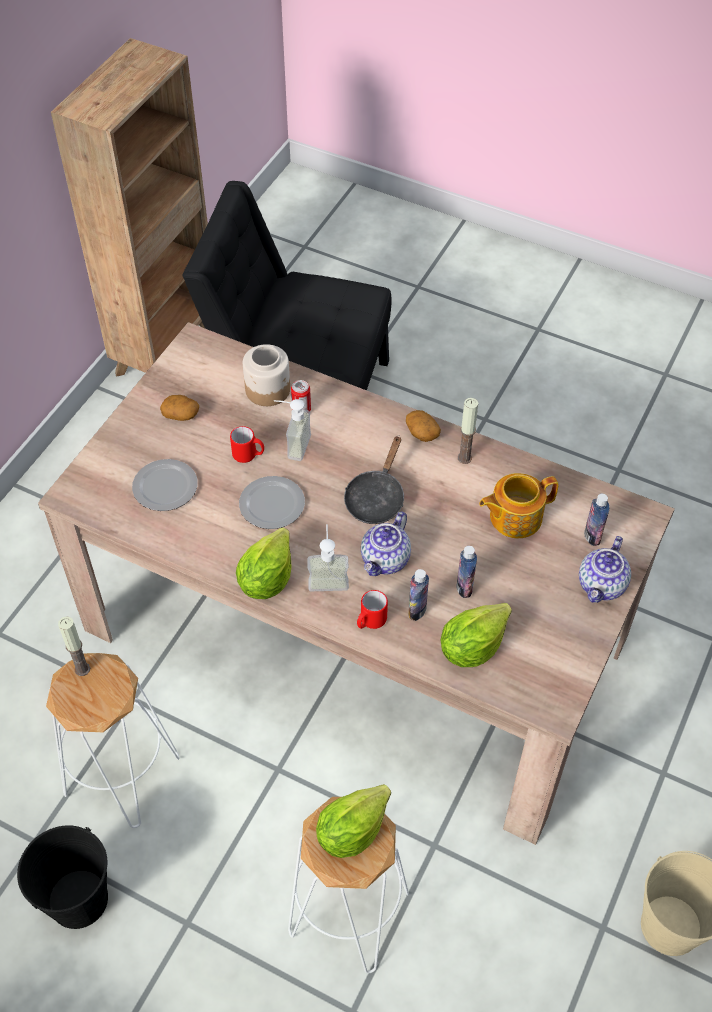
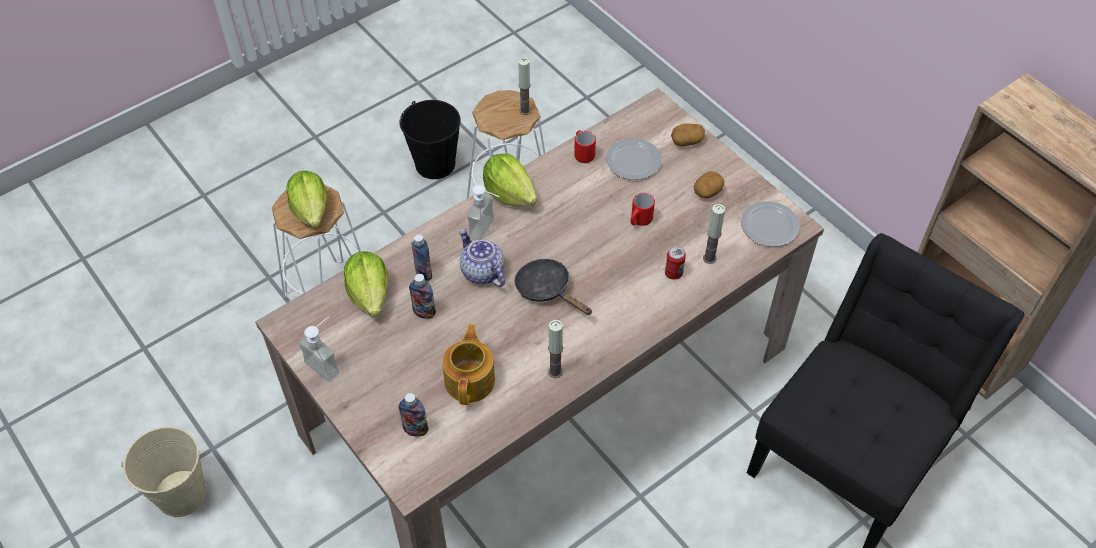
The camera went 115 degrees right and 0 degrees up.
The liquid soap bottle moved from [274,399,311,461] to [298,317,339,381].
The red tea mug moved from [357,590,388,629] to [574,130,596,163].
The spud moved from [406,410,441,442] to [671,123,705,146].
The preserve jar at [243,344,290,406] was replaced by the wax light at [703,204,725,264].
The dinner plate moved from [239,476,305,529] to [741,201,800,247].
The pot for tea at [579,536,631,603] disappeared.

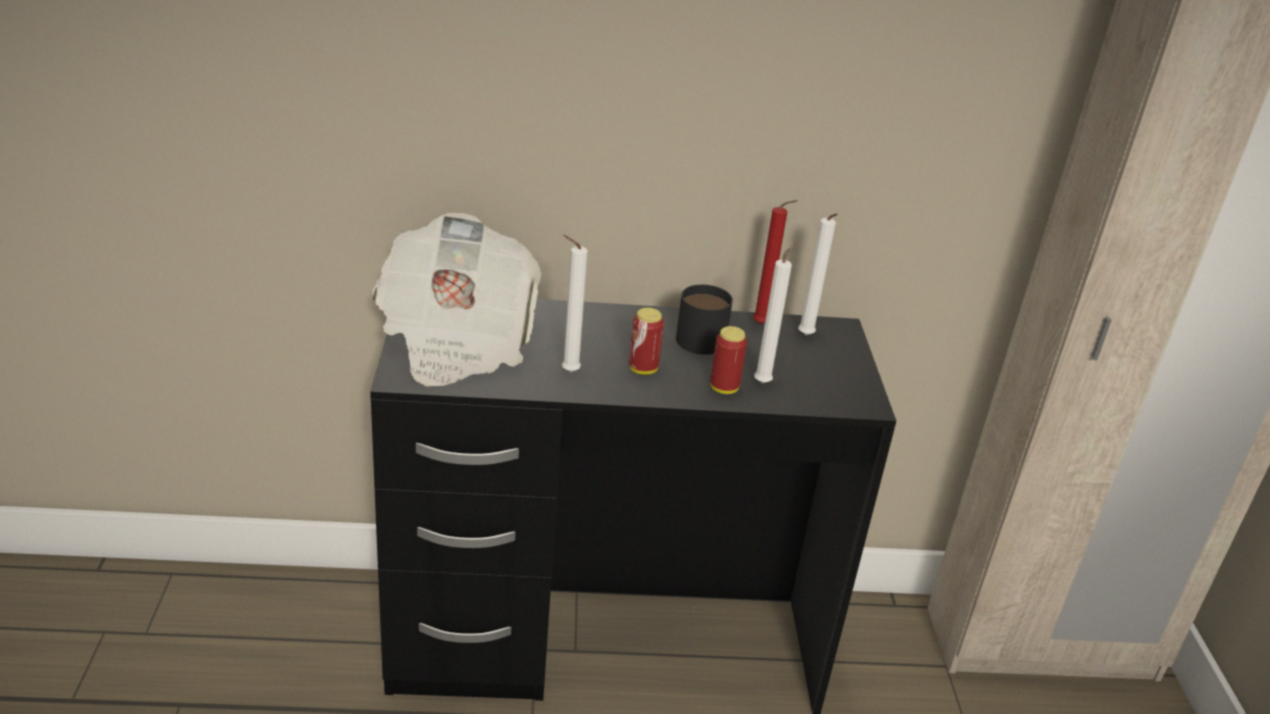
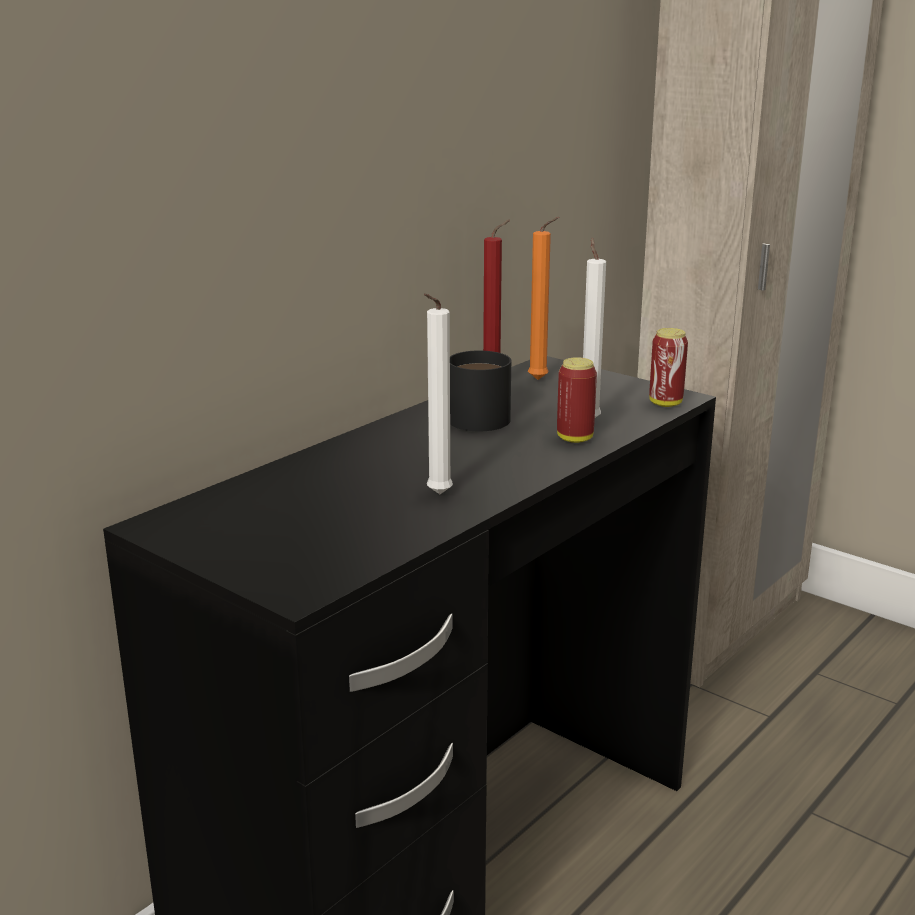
The camera went 45 degrees left and 10 degrees down.
The white wax light at [798,213,838,336] became the orangey wax light at [528,217,559,380].
The metal can moved from [629,308,664,375] to [649,328,688,407].
The printed paper at [373,213,542,387] disappeared.

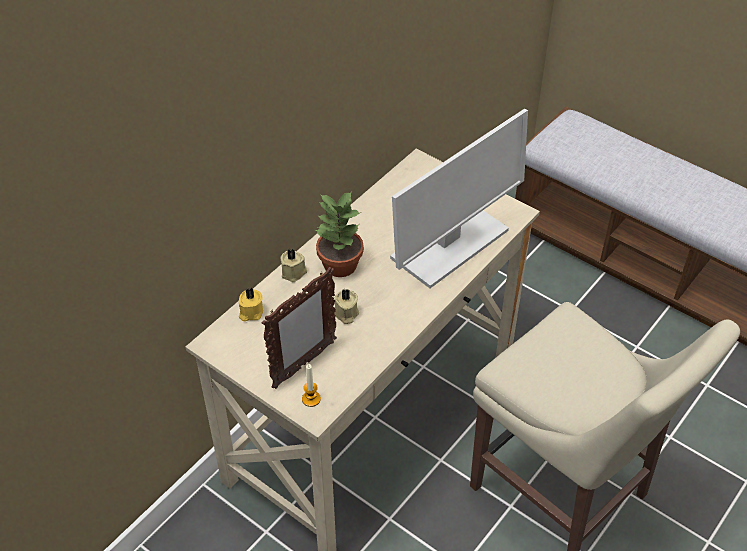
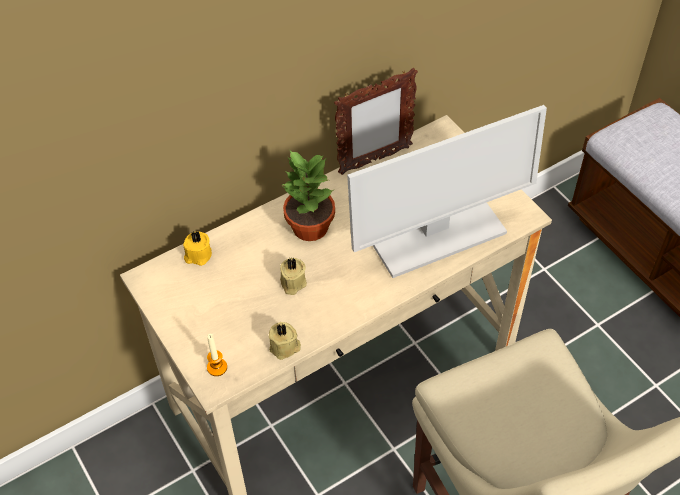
The camera went 20 degrees right and 5 degrees up.
The sand-coloured wax light moved from [281,248,307,282] to [269,322,301,360].
The photo frame moved from [262,267,337,389] to [334,68,418,175].

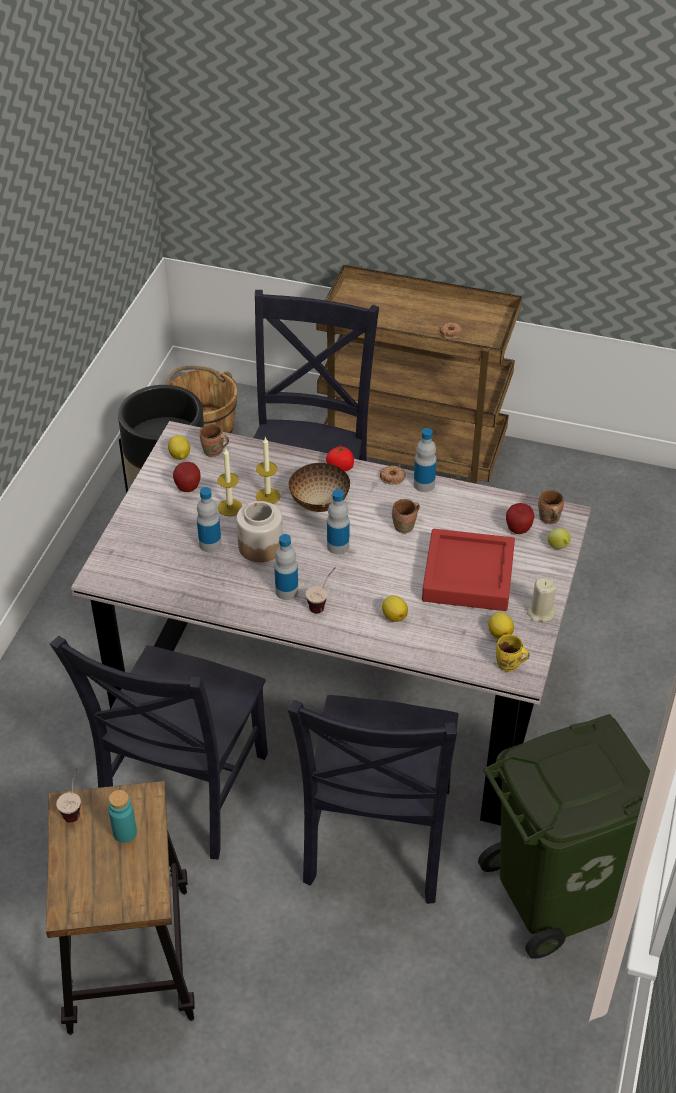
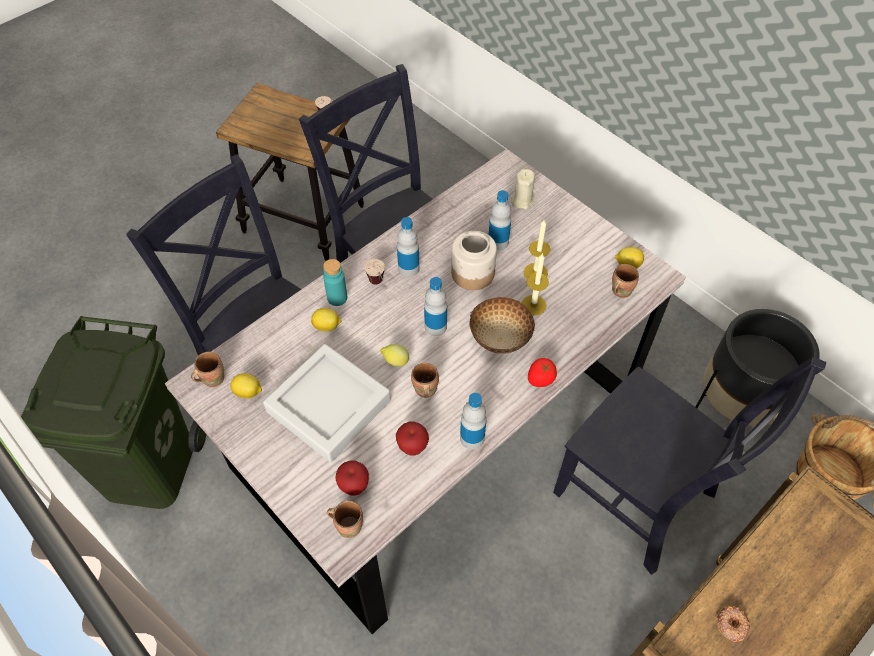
The camera went 120 degrees right and 10 degrees up.
The yellowish tea mug at [496,634,530,672] became the brown-coloured tea mug at [191,352,224,387].
The red tray at [422,529,515,611] became the grey tray at [263,344,391,462].
The blue-green beverage bottle moved from [109,790,137,843] to [323,259,347,306].
The lemon moved from [548,528,571,549] to [380,344,409,367].
The apple fruit moved from [173,462,201,492] to [396,422,429,456].
The sand-coloured wax light moved from [527,578,557,622] to [511,169,535,209].
The doughnut at [380,465,406,485] disappeared.

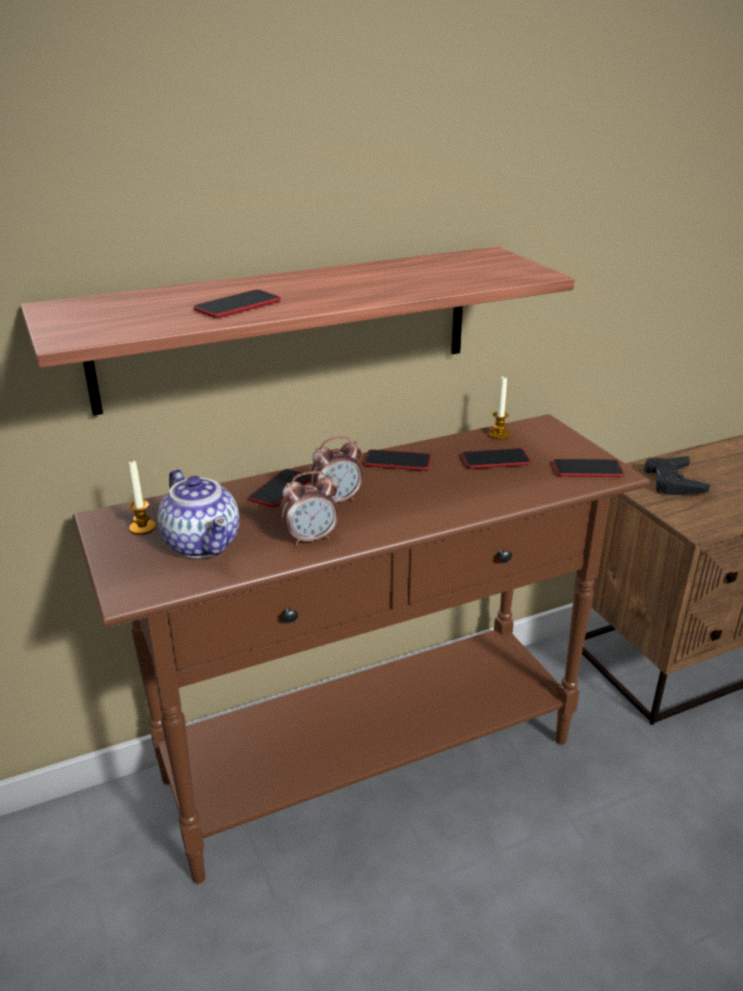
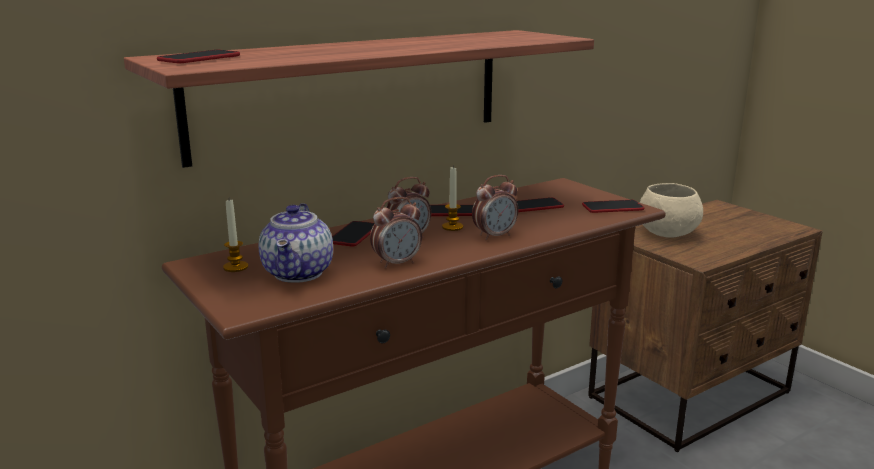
The camera went 10 degrees left and 10 degrees down.
The phone moved from [193,290,280,318] to [157,50,240,63].
The pot for tea at [158,469,239,558] turned 45 degrees clockwise.
The wax light moved from [488,377,510,440] to [442,167,463,231].
The bedside clock at [472,175,518,240] appeared.
The blackish joypad at [645,456,710,495] was replaced by the sand-coloured serving bowl at [640,183,703,237].

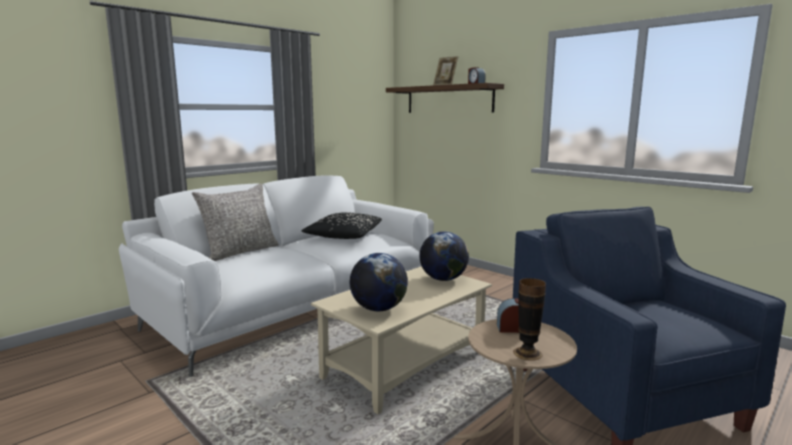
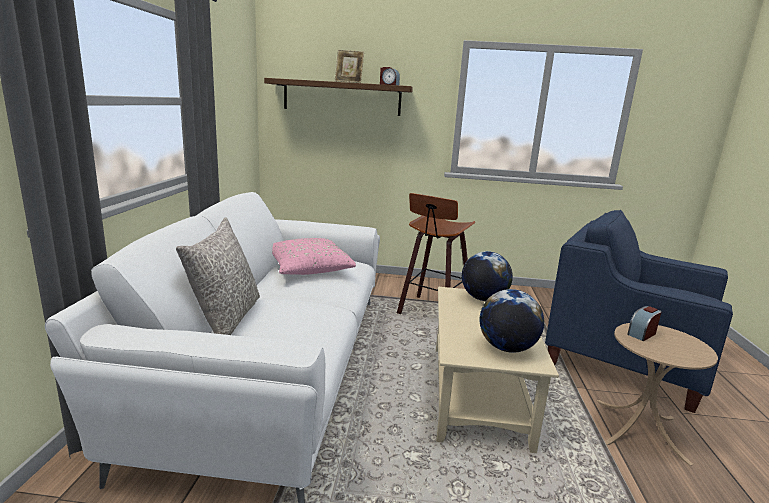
The camera went 40 degrees left and 5 degrees up.
The blackish throw pillow at [302,212,382,239] became the pink throw pillow at [272,238,356,275].
The sitting stool at [397,193,475,314] appeared.
The vase at [513,278,546,361] disappeared.

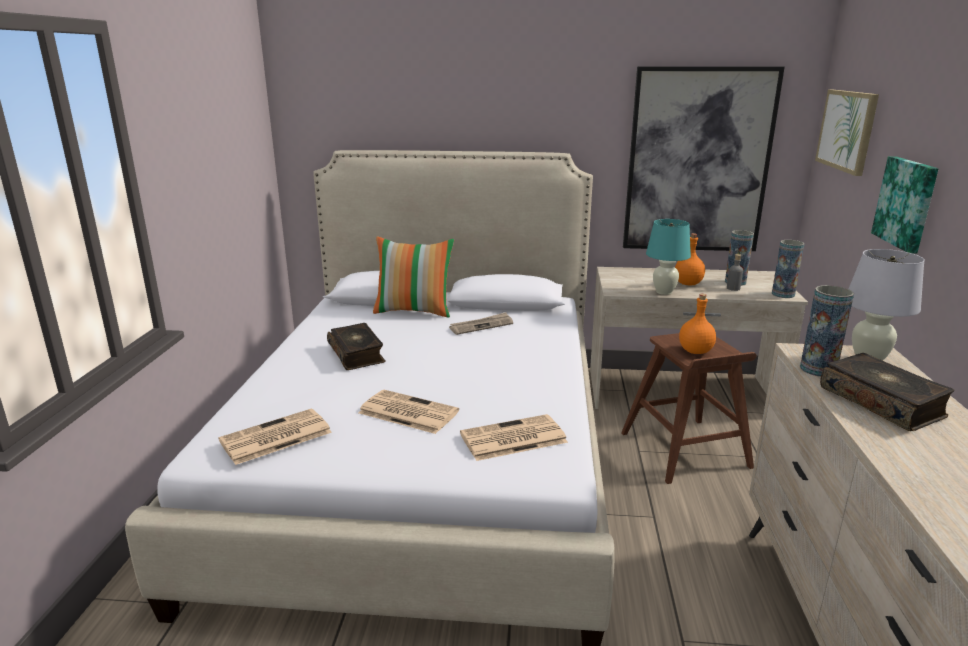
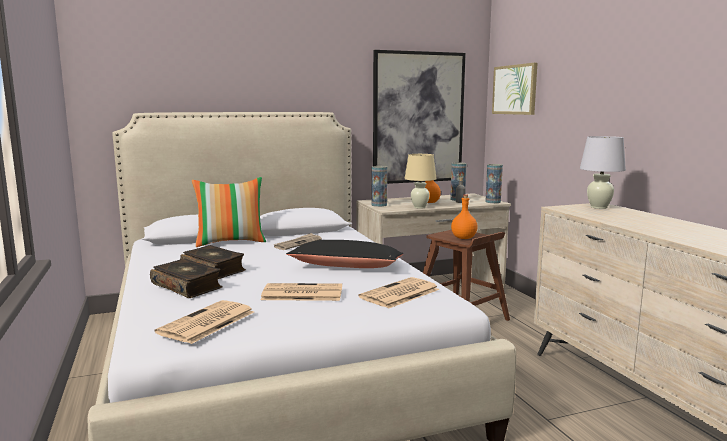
The camera went 25 degrees left and 10 degrees down.
The book moved from [820,353,954,431] to [150,258,222,298].
The blackish throw pillow at [286,240,403,268] appeared.
The vase moved from [800,285,854,377] to [372,166,387,207].
The blue-green tabletop lamp at [646,219,691,295] became the sand-coloured tabletop lamp at [405,154,437,209].
The wall picture at [871,156,938,254] disappeared.

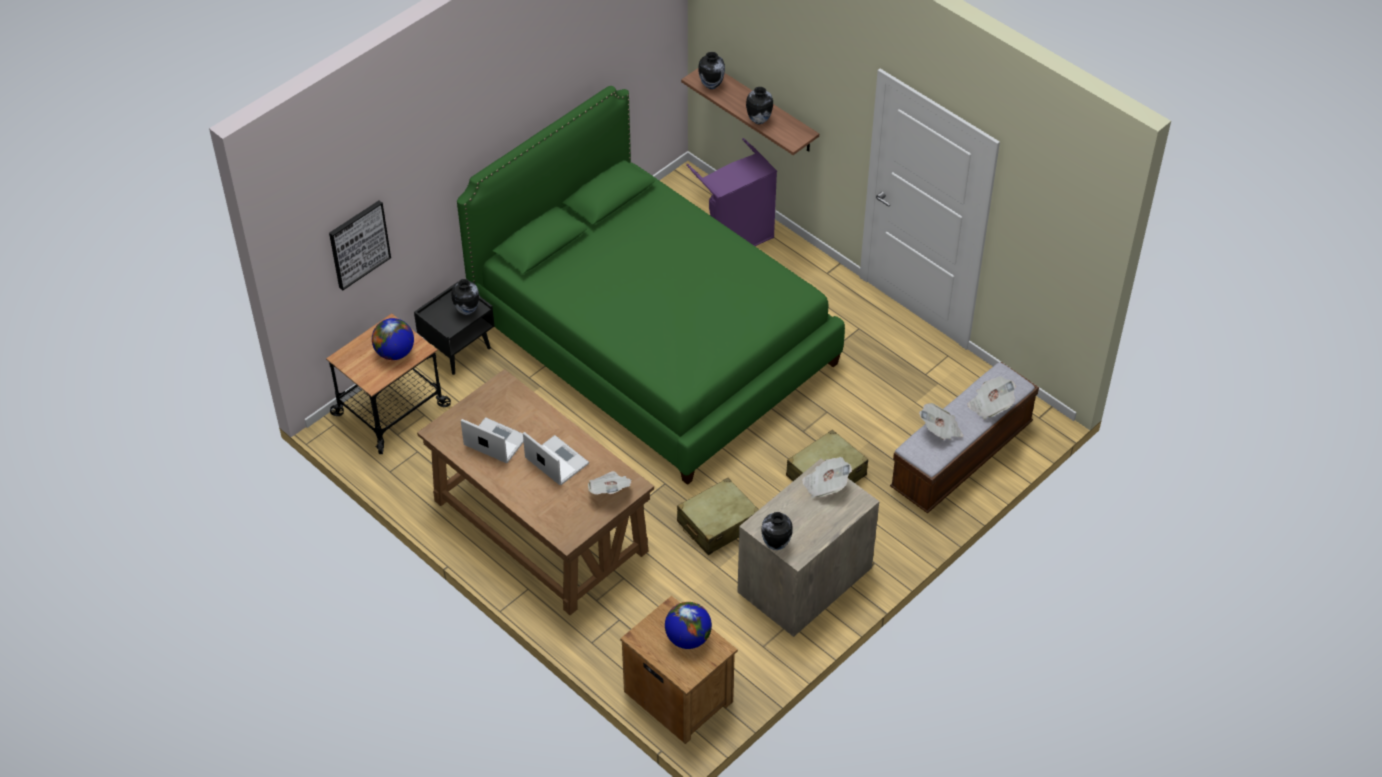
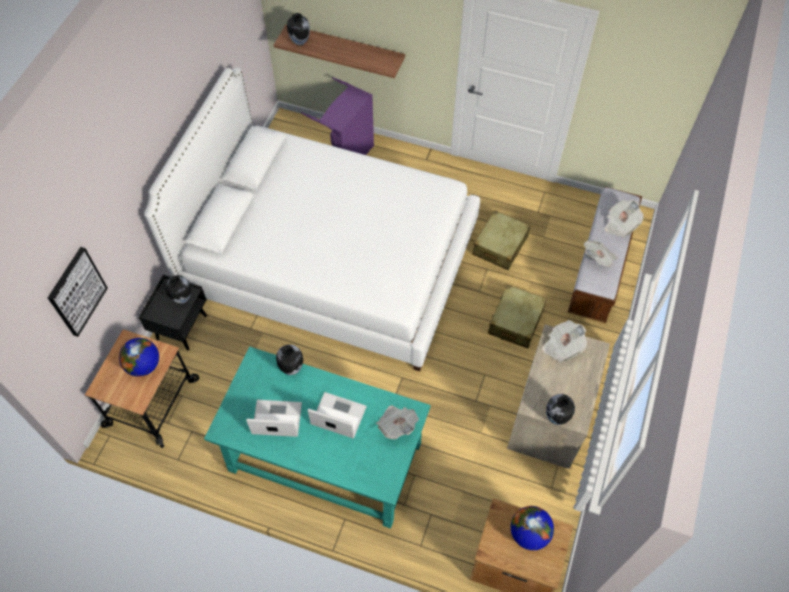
The camera went 25 degrees left and 10 degrees up.
The green-coloured bed at [457,86,845,485] became the white bed at [144,67,480,371].
The brown-coloured desk at [417,369,654,615] became the blue-green desk at [204,346,431,529].
The vase moved from [746,87,773,124] to [276,345,303,375].
The sand-coloured suitcase moved from [677,478,759,555] to [472,210,530,270].

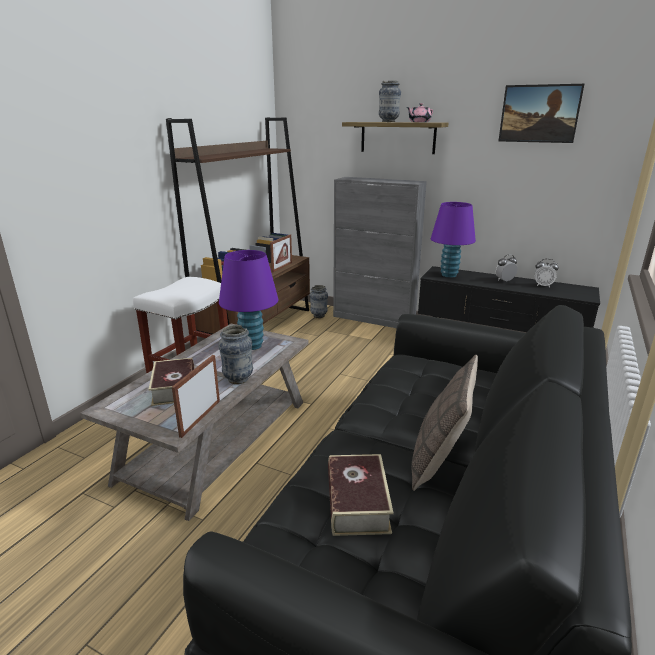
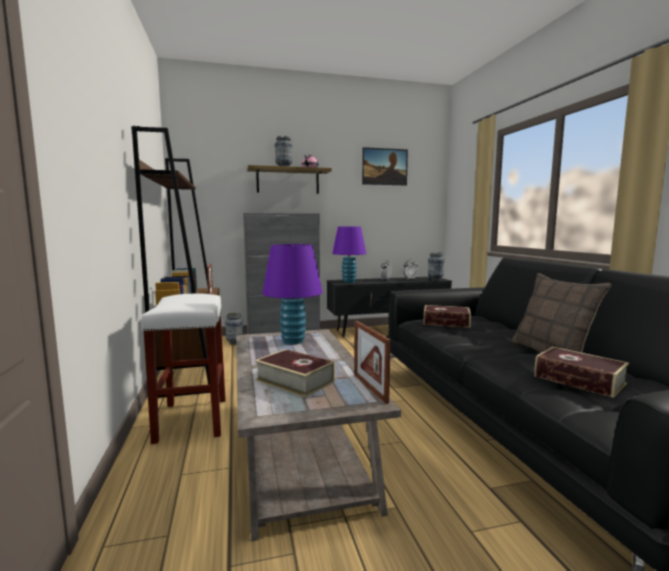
The camera went 40 degrees left and 15 degrees down.
The book at [423,305,471,328] appeared.
The vase moved from [218,325,253,384] to [428,252,445,281].

